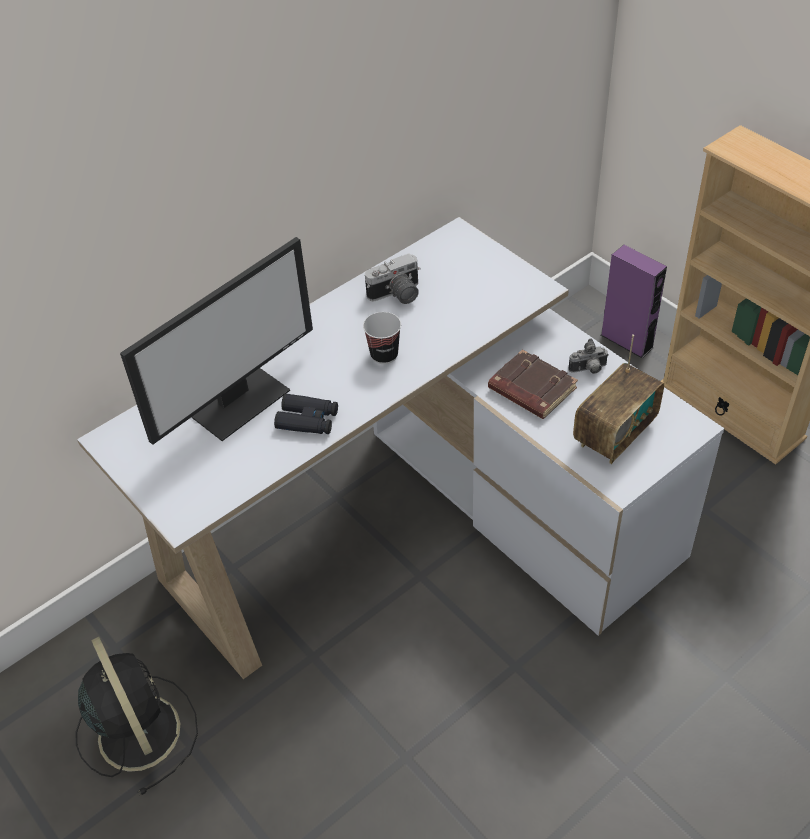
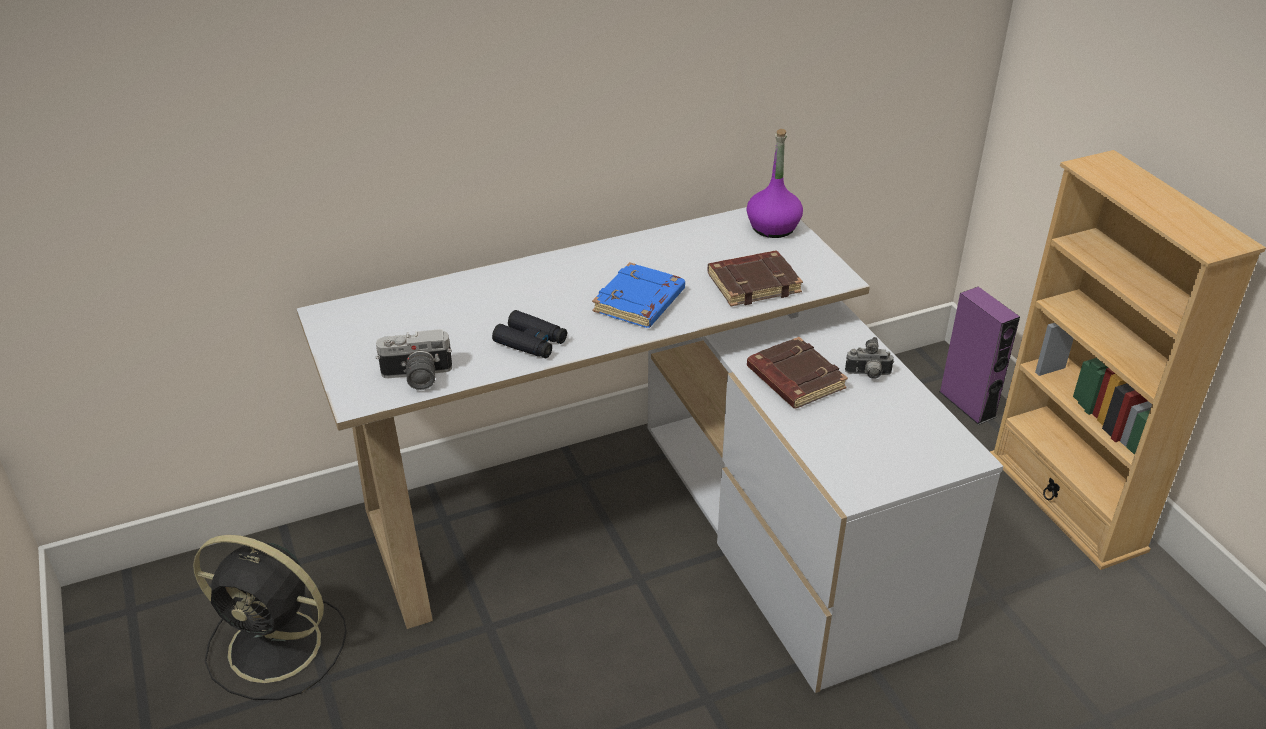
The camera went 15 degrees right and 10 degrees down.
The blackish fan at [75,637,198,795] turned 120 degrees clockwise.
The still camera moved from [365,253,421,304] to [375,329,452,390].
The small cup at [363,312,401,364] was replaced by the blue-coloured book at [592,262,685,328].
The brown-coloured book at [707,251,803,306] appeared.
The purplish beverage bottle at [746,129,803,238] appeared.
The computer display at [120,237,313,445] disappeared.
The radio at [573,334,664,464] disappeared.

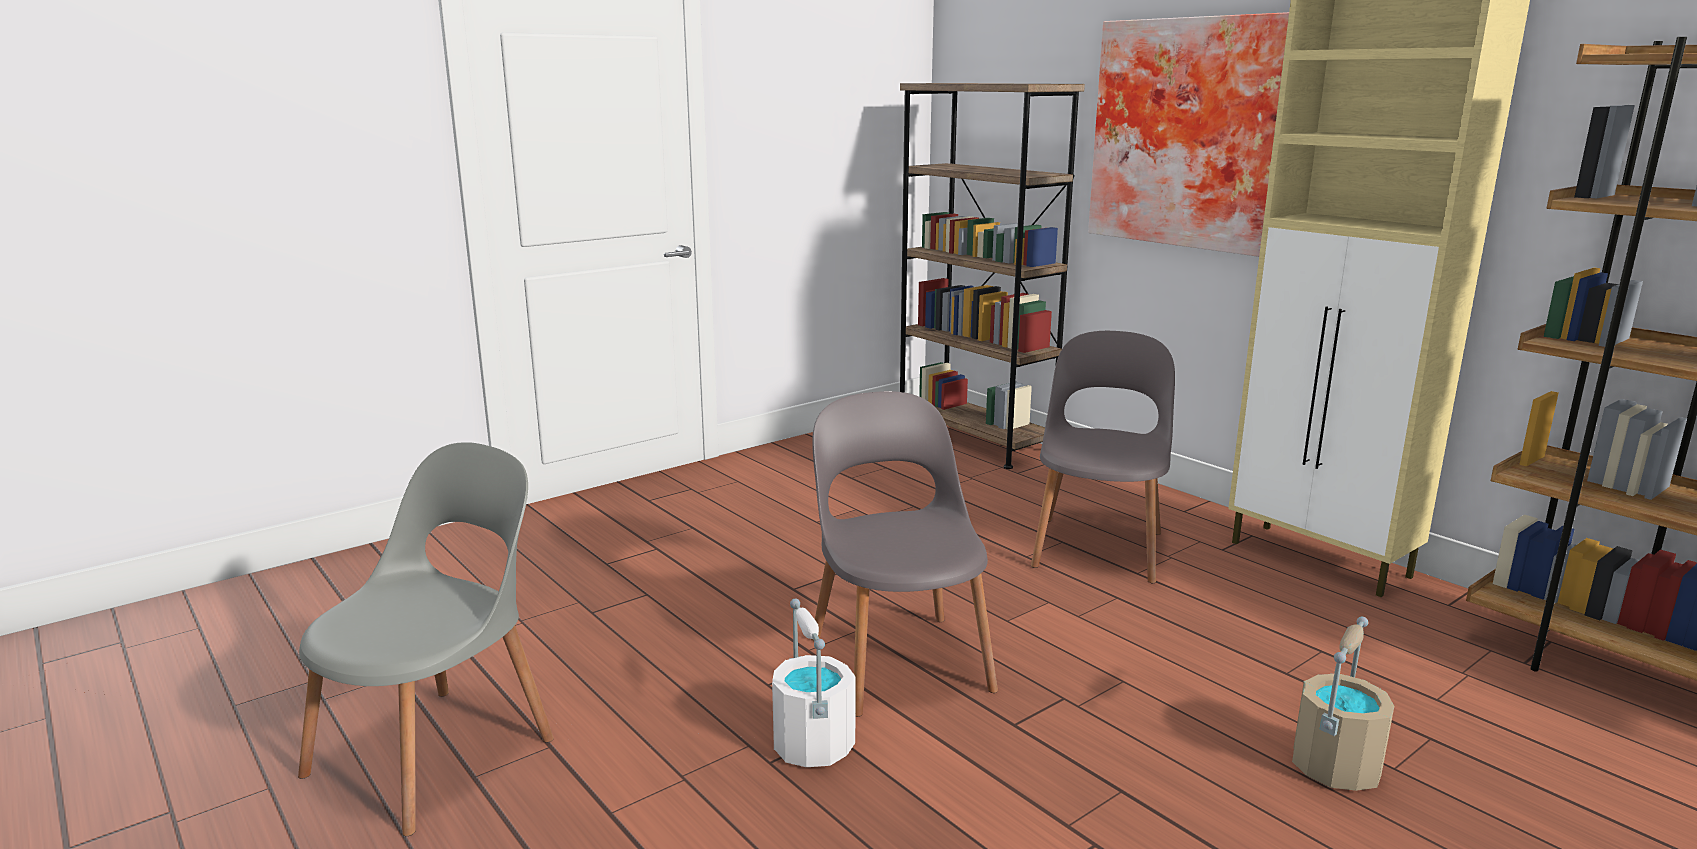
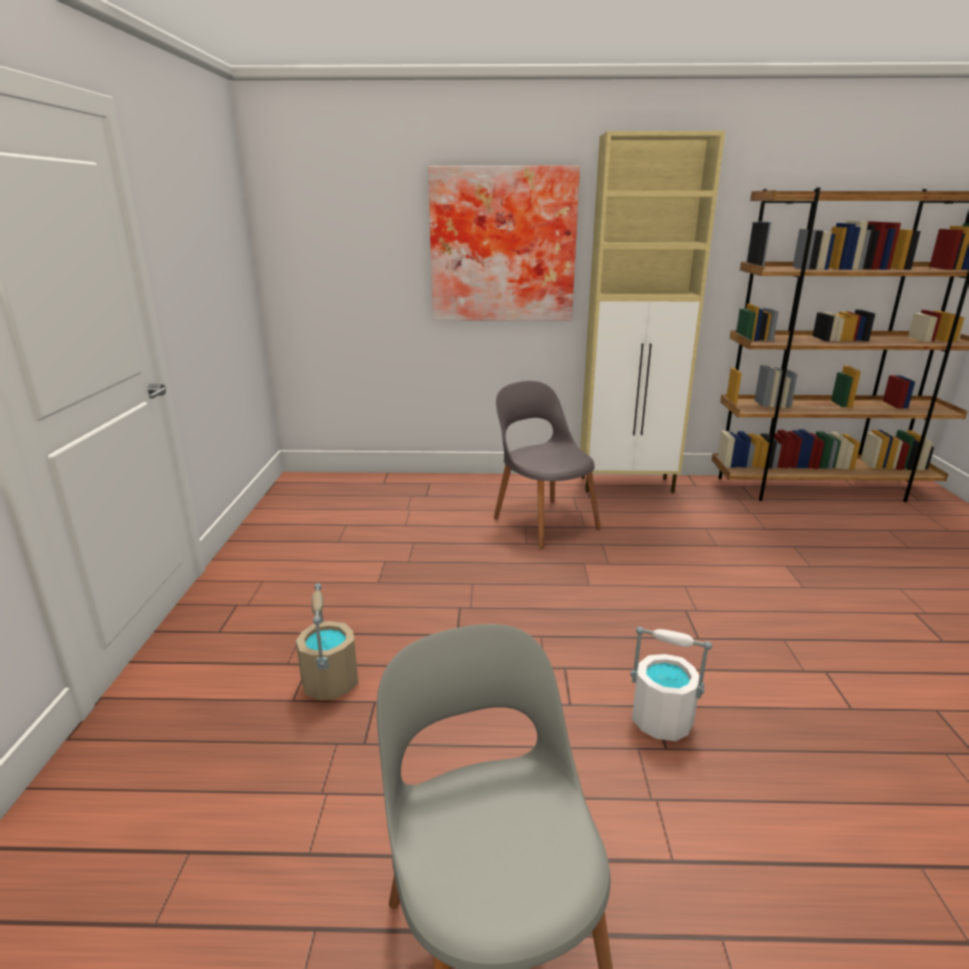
The camera went 50 degrees left and 5 degrees up.
The sand-coloured pail moved from [1292,617,1394,791] to [296,583,358,700].
The grey chair at [811,391,998,717] disappeared.
The brown-coloured bookcase at [900,83,1085,469] disappeared.

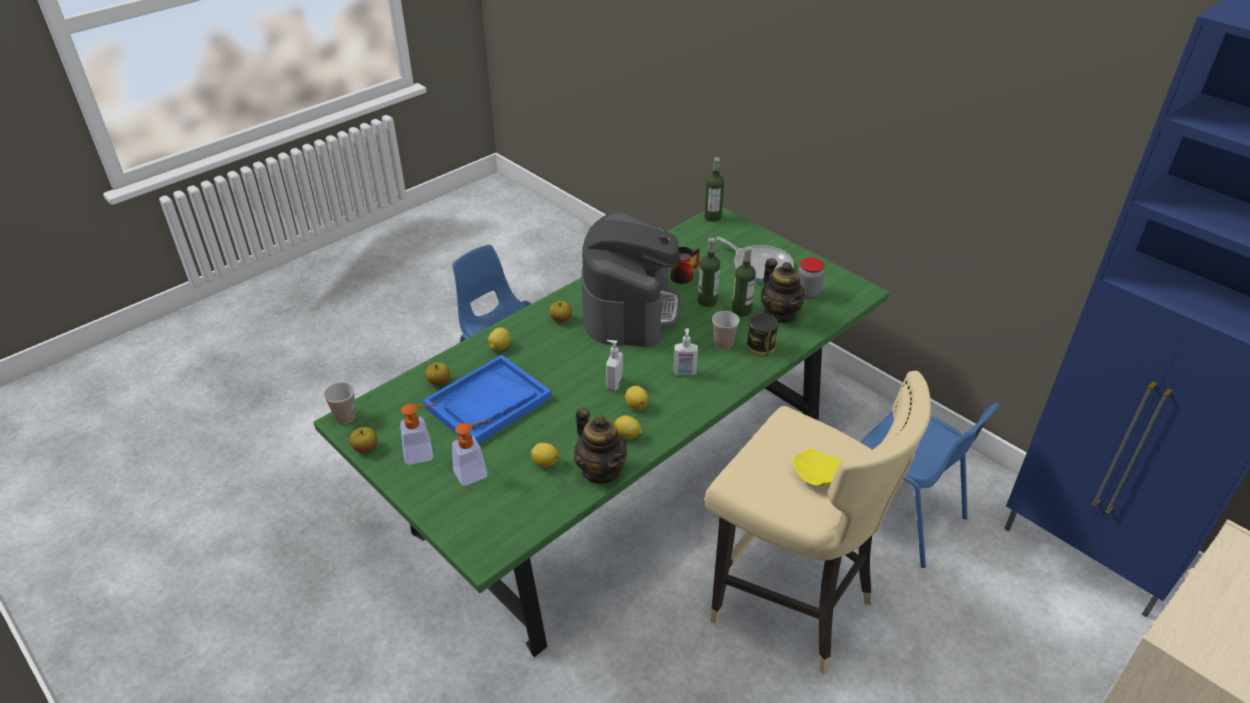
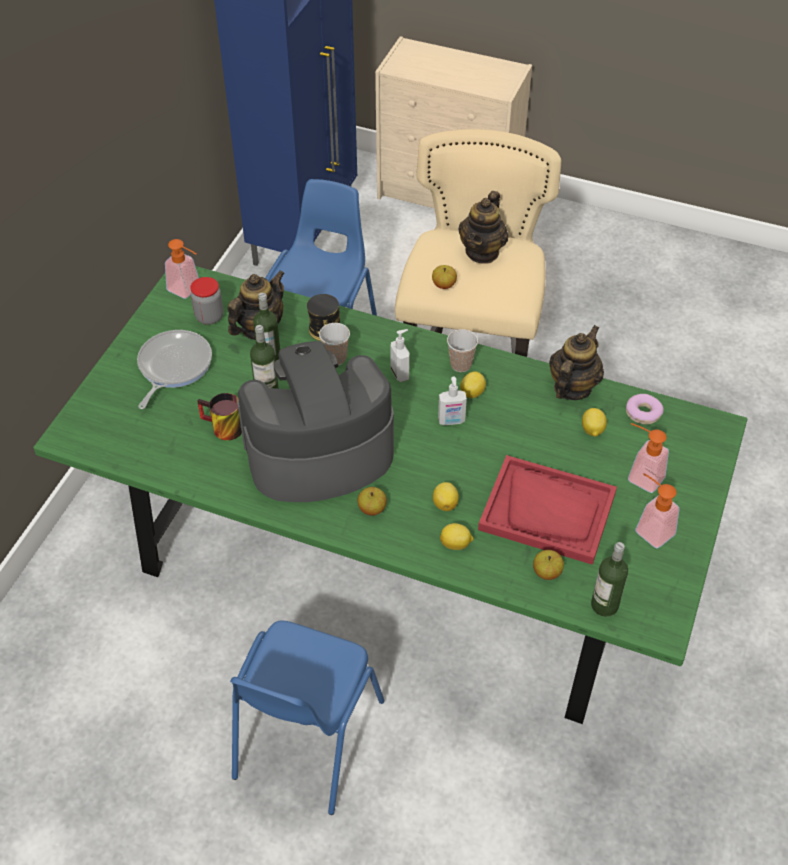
The camera went 115 degrees left and 10 degrees up.
The liquid soap bottle at [165,239,199,299] appeared.
The apple fruit moved from [350,427,377,452] to [432,265,457,289].
The lemon moved from [614,416,642,439] to [433,482,459,511].
The small cup moved from [324,382,356,424] to [447,329,478,372].
The yellowish dinner plate at [793,448,842,486] was replaced by the pot for tea at [458,191,508,264].
The blue-coloured tray at [423,355,552,444] became the red tray at [478,455,617,565].
The beverage bottle moved from [704,157,724,222] to [591,542,628,617].
The doughnut at [626,394,664,424] appeared.

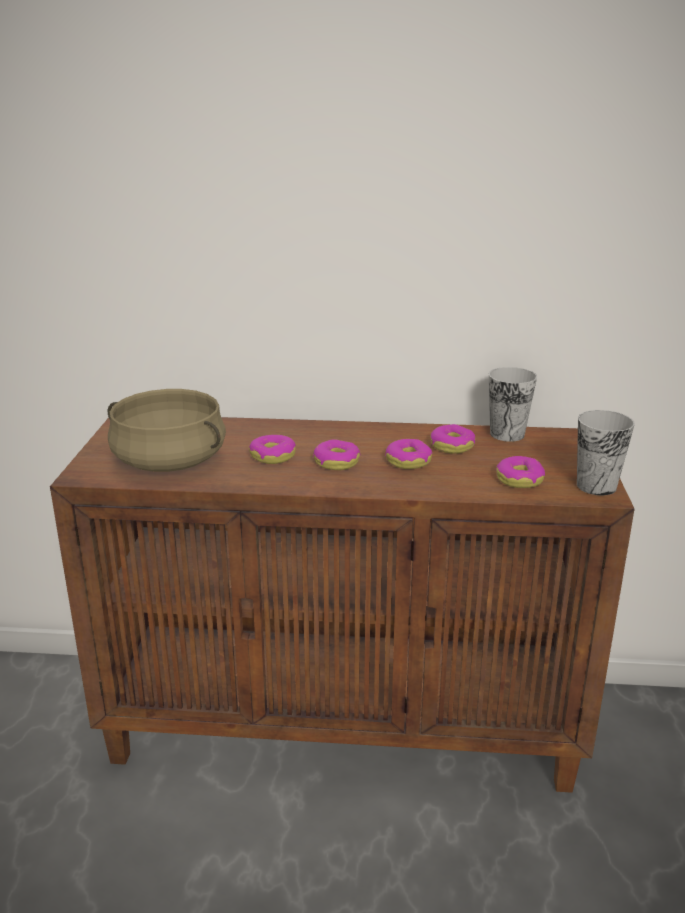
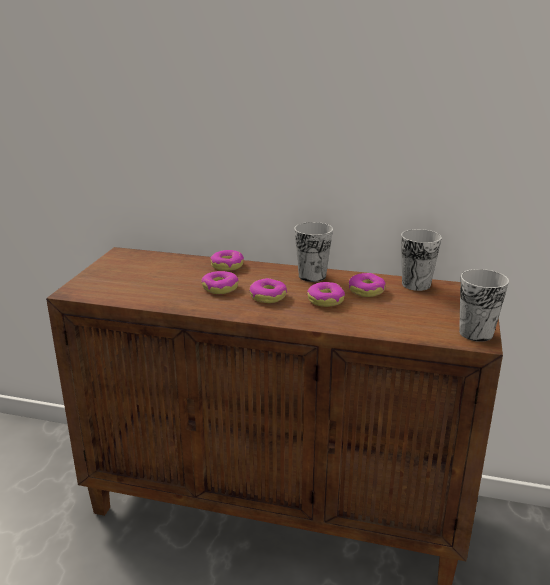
The camera went 10 degrees right and 0 degrees up.
The doughnut moved from [495,456,545,488] to [211,250,244,271].
The small cup at [295,222,333,282] appeared.
The sand-coloured saucepot at [108,389,226,472] disappeared.

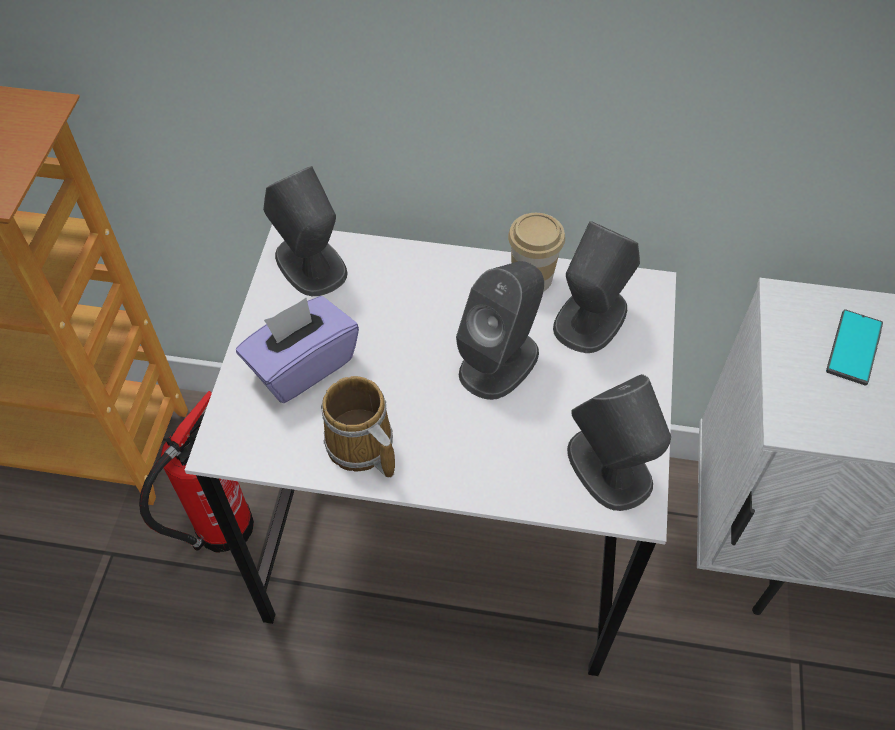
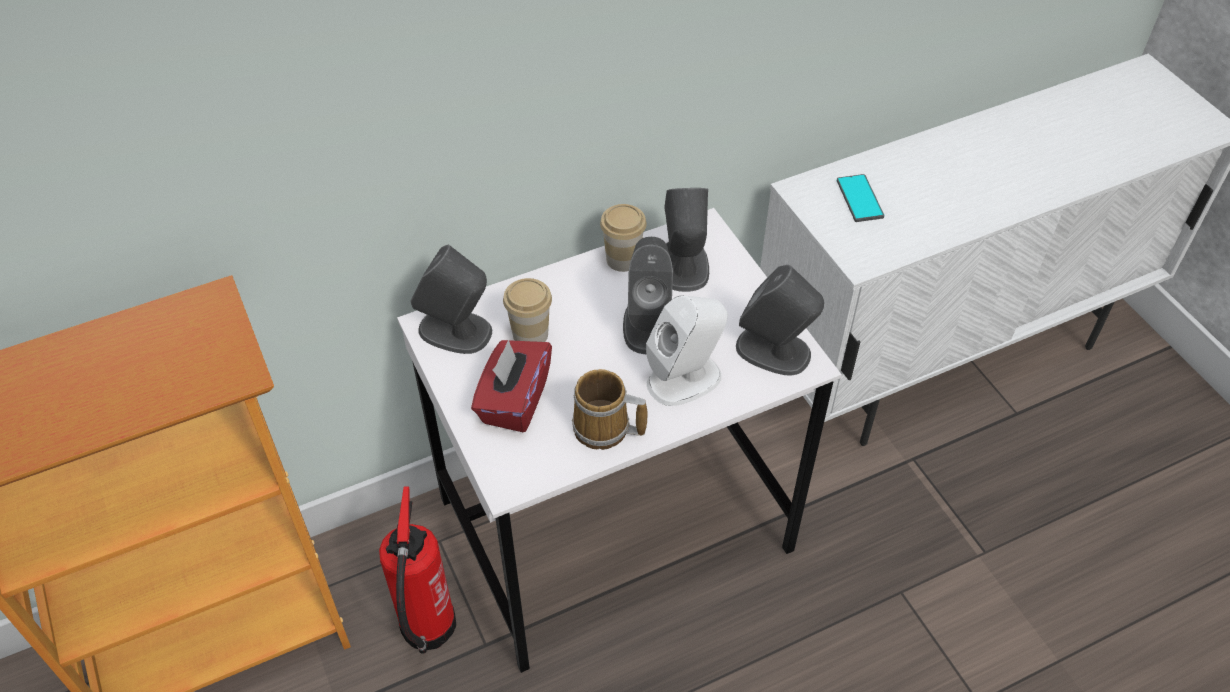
The camera went 35 degrees left and 5 degrees down.
The purplish tissue holder at [236,296,359,403] became the red tissue holder at [471,340,552,432].
The small cup at [503,278,552,342] appeared.
The white speaker at [646,295,728,406] appeared.

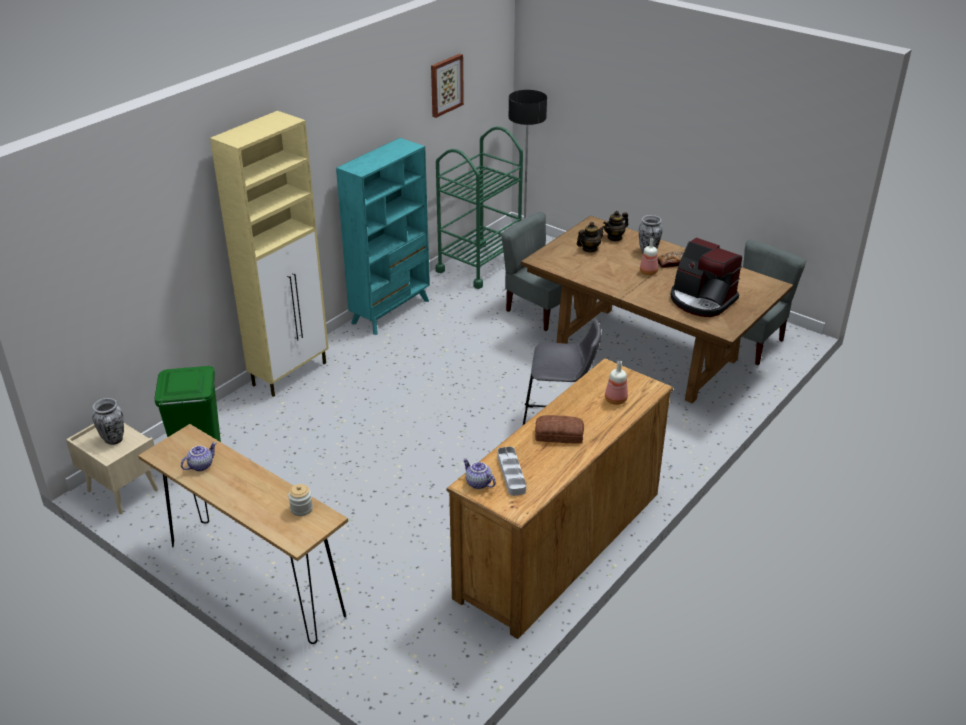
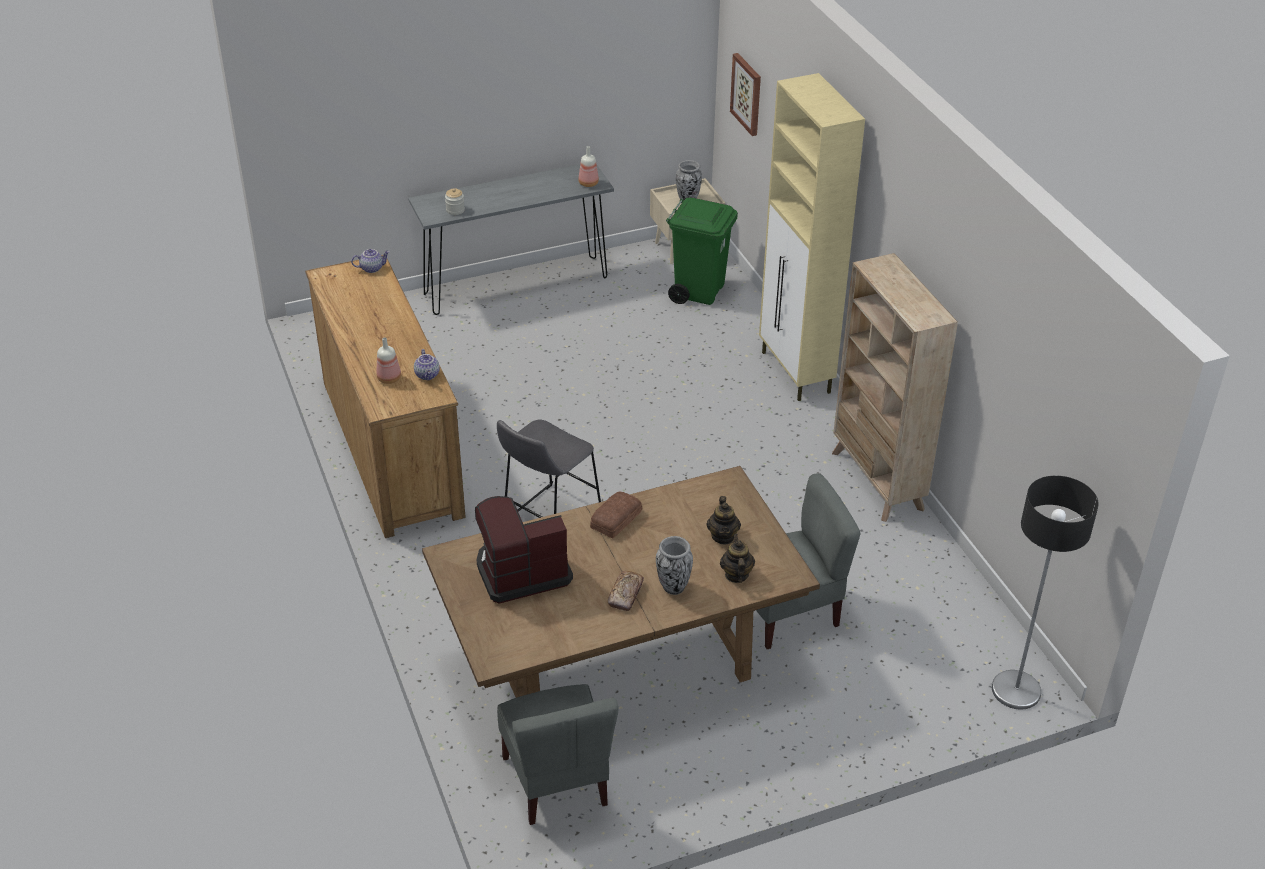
The camera went 120 degrees right and 5 degrees up.
The brown-coloured narrow table at [138,424,348,644] became the grey narrow table at [408,164,614,315].
The pot for tea moved from [181,442,216,471] to [414,349,440,381].
The beverage bottle moved from [640,238,658,275] to [578,146,599,187].
The bakery bread moved from [535,415,584,444] to [590,491,642,538].
The wall picture moved from [431,54,464,118] to [730,53,761,136].
The blue-green bookcase at [336,138,430,335] became the sand-coloured bookcase at [832,253,958,522].
The green-coloured trolley at [436,126,523,289] disappeared.
The grey tray at [497,447,526,496] disappeared.

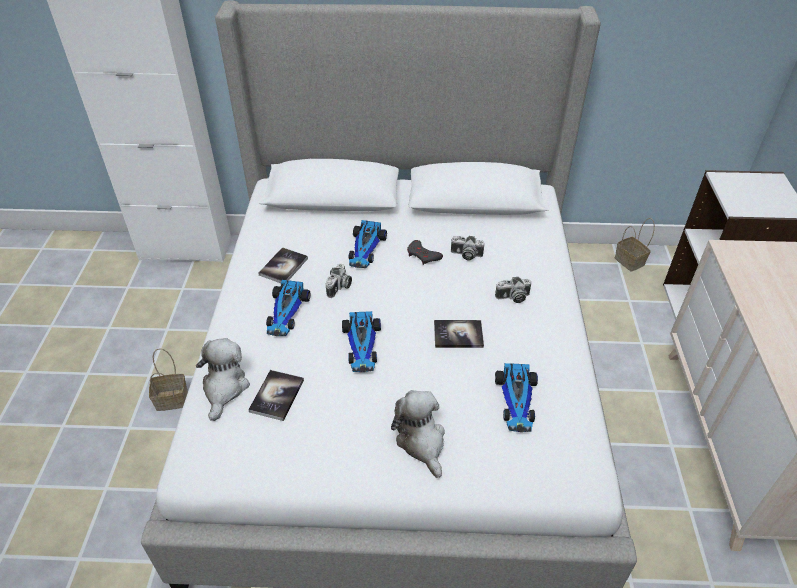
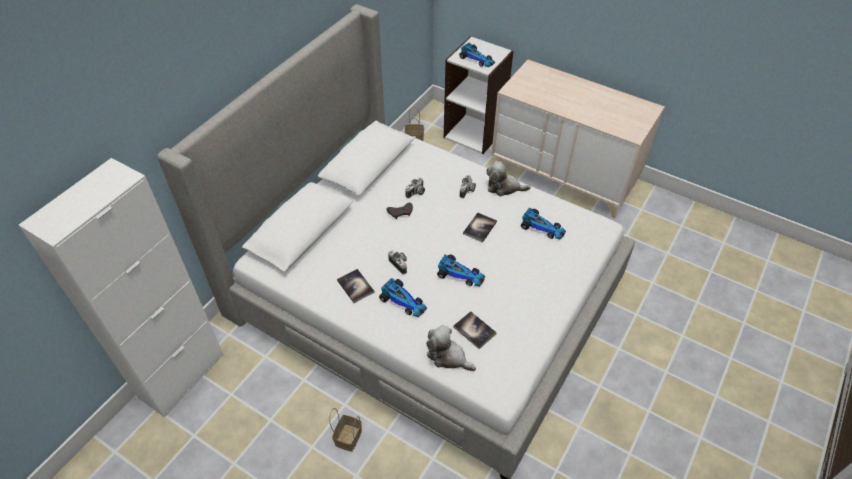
The camera went 60 degrees left and 5 degrees up.
The miniature car moved from [348,220,387,268] to [459,43,495,67].
The soft toy moved from [391,390,445,478] to [487,161,531,196].

